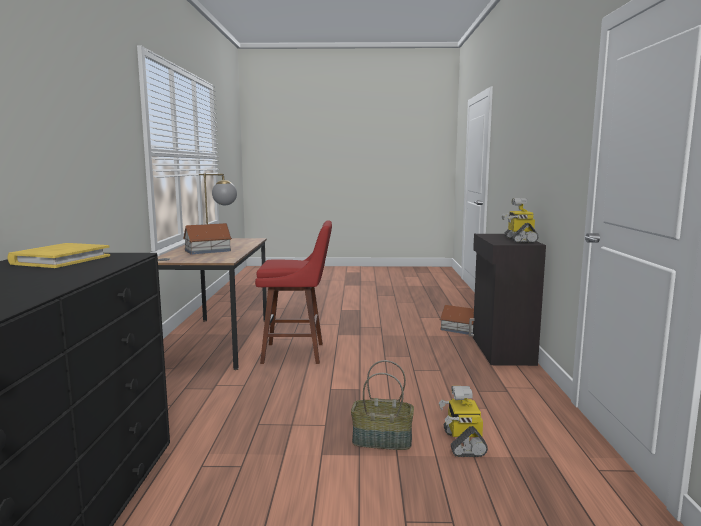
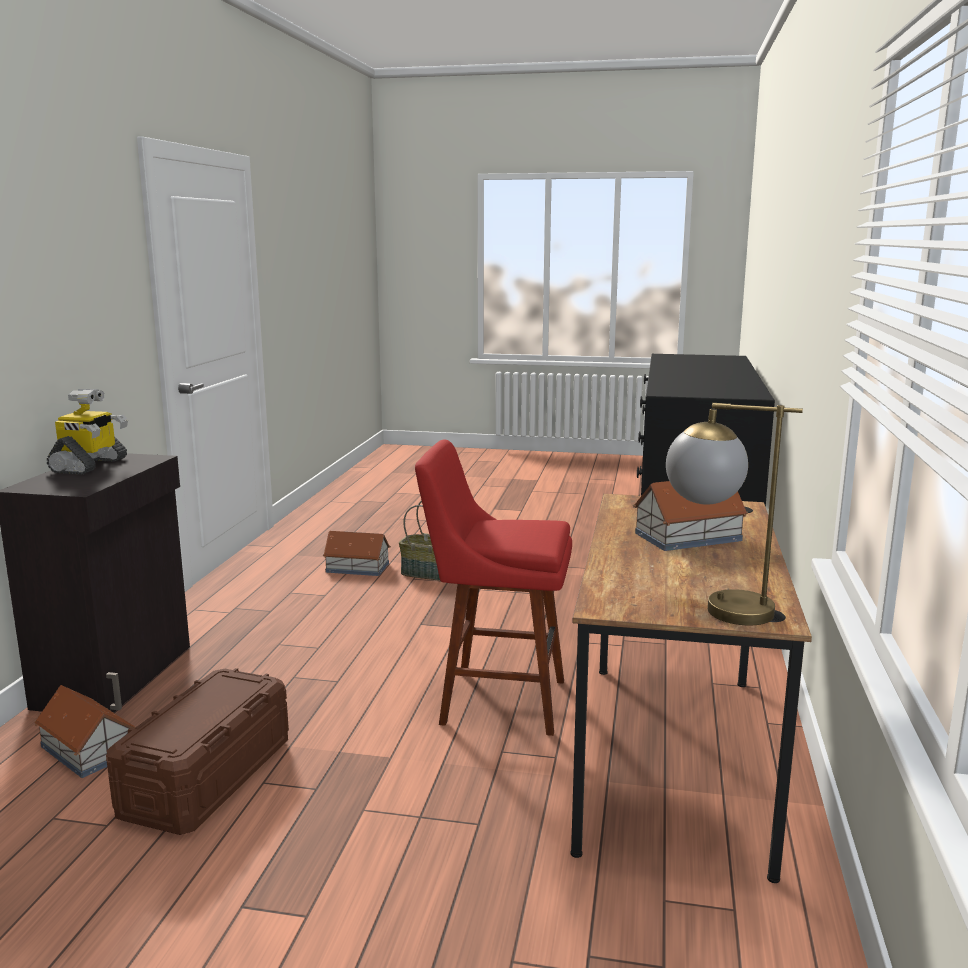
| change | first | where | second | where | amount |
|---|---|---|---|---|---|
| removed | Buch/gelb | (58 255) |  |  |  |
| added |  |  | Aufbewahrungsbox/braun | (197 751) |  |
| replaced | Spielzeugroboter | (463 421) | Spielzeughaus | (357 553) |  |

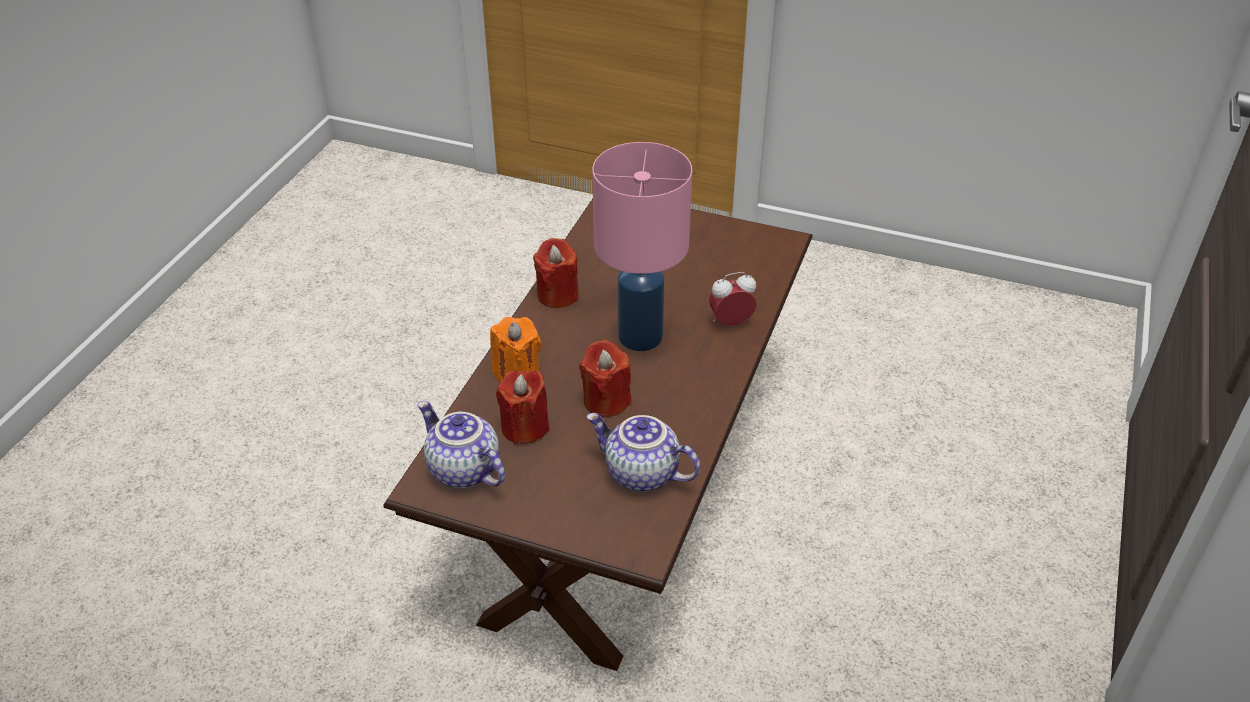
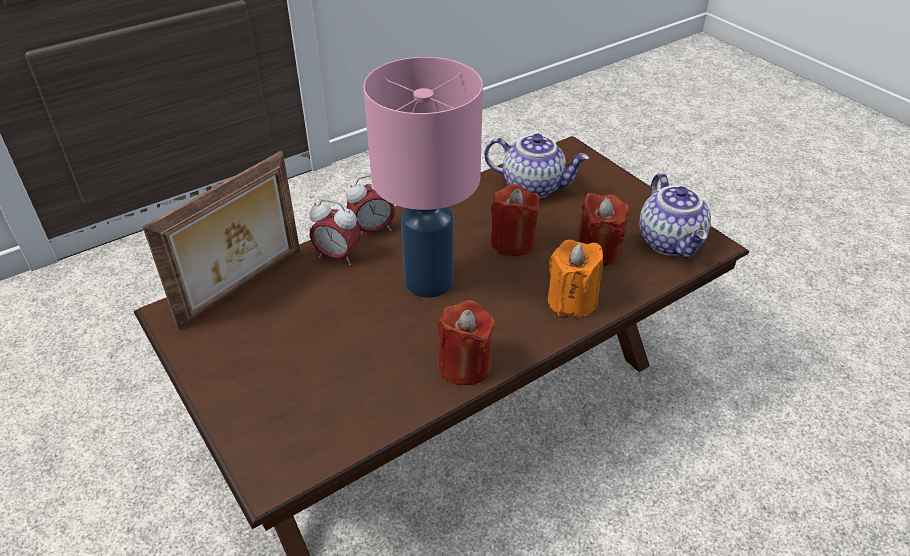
| change | first | where | second | where | amount |
|---|---|---|---|---|---|
| added |  |  | Bilderrahmen | (221 240) |  |
| added |  |  | Wecker | (370 206) |  |
| turned | Teekanne | (643 452) |  | (536 166) | 45 degrees counterclockwise |

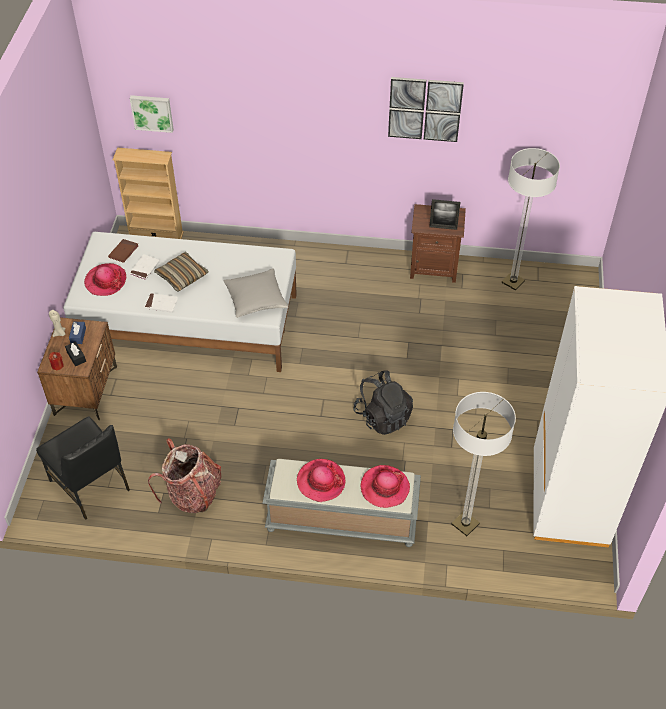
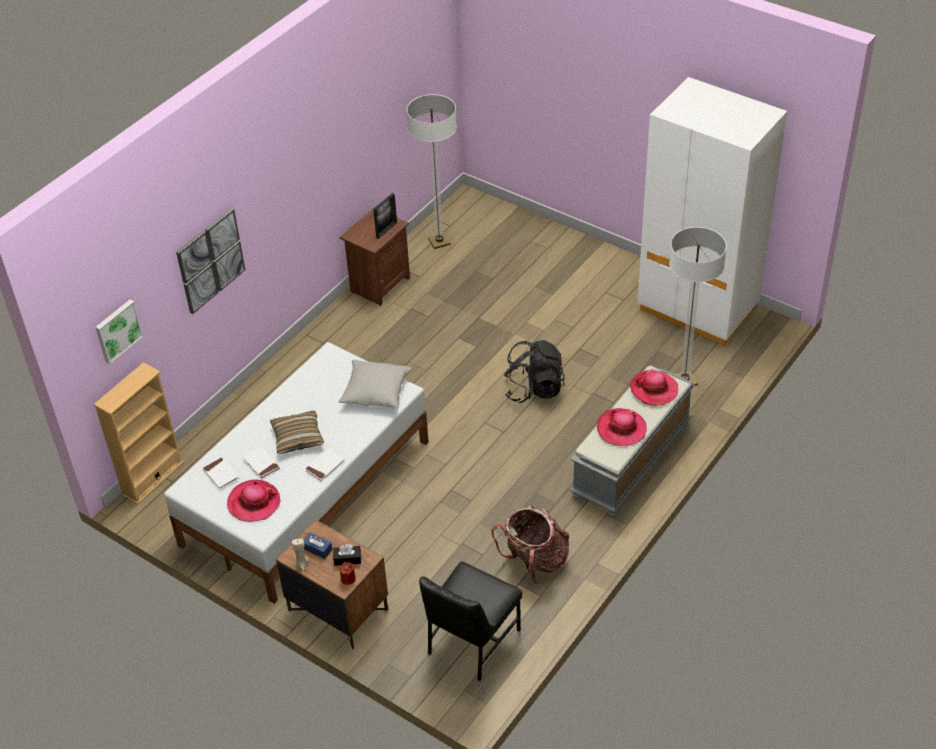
| change | first | where | second | where | amount |
|---|---|---|---|---|---|
| moved | Bild | (426 109) |  | (210 261) |  |
| recoloured | Buch/braun | (123 251) | Buch/weiß | (220 473) |  |
| turned | Stuhl/schwarz | (83 468) |  | (470 621) | 135 degrees clockwise |

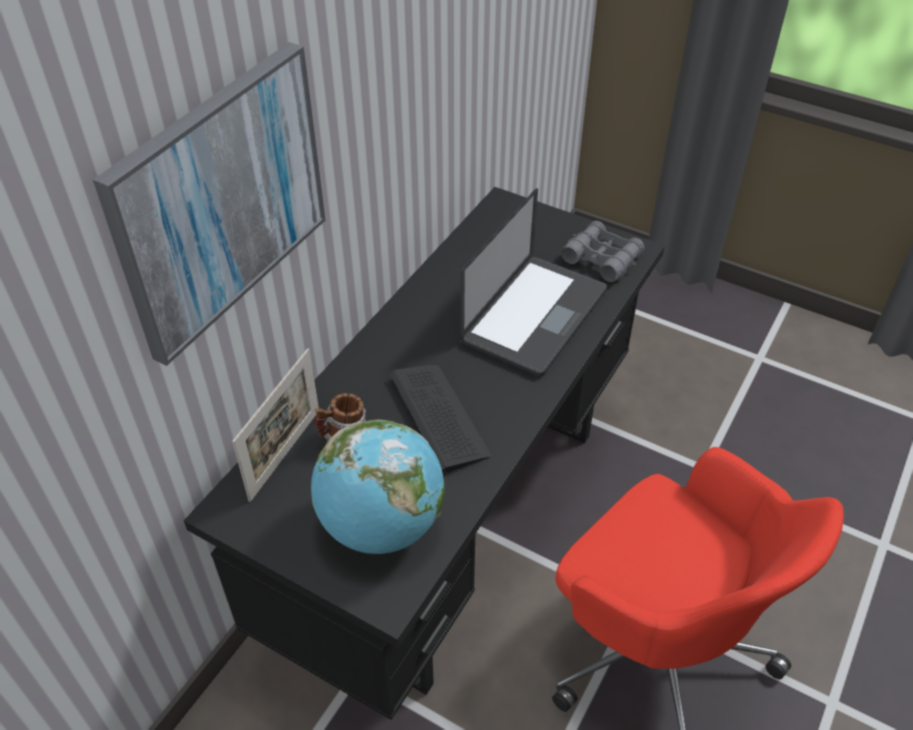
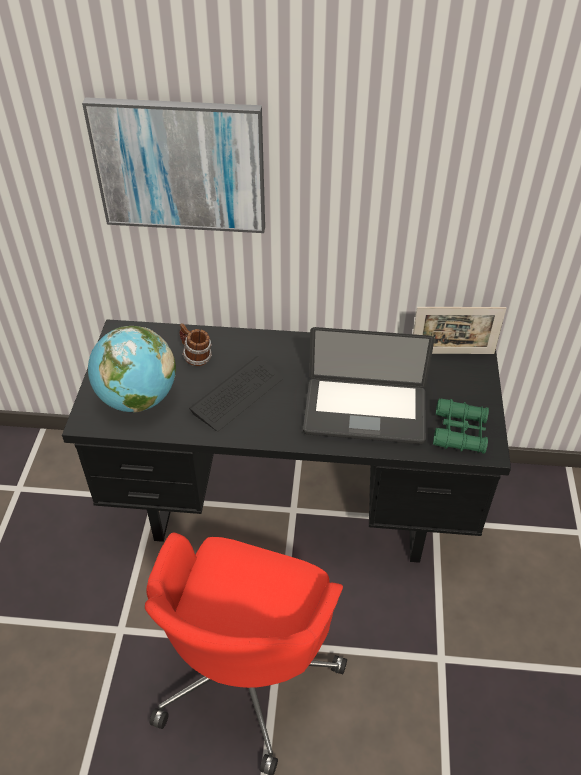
| change | first | where | second | where | amount |
|---|---|---|---|---|---|
| moved | Bilderrahmen | (275 425) |  | (460 330) |  |
| recoloured | Fernglas/grau | (603 251) | Fernglas/grün | (461 426) |  |

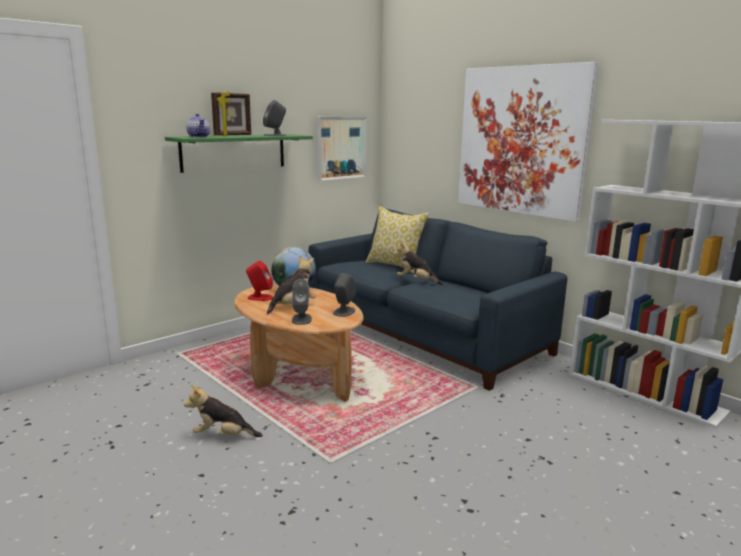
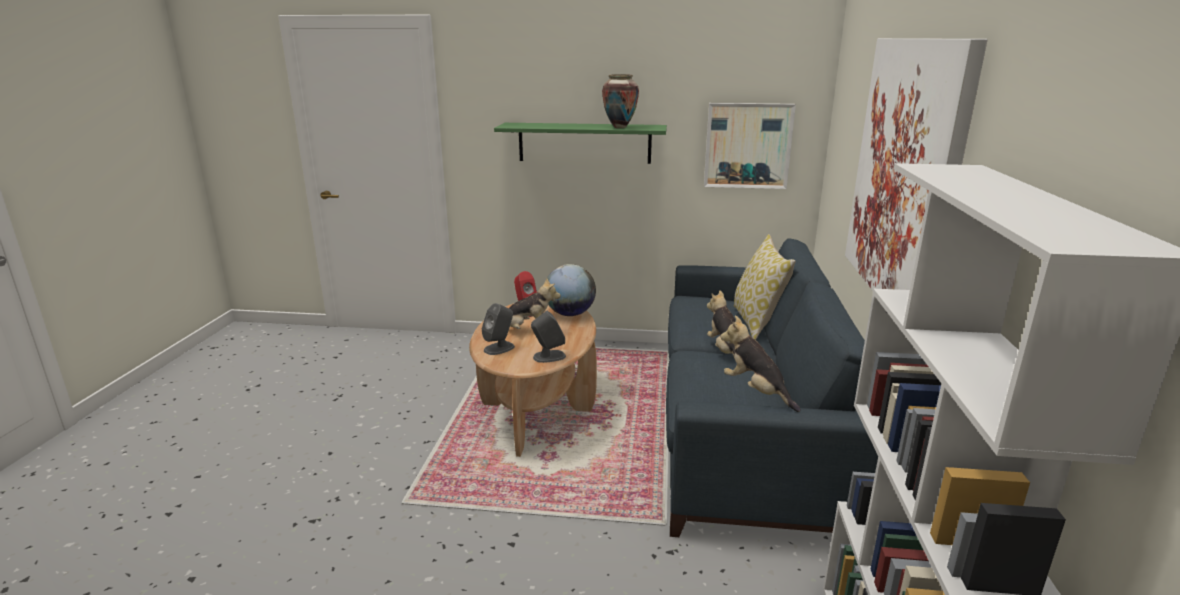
| change | first | where | second | where | amount |
|---|---|---|---|---|---|
| removed | Teekanne | (198 126) |  |  |  |
| removed | Bilderrahmen | (231 113) |  |  |  |
| moved | Plüschtier | (223 411) |  | (760 364) |  |
| replaced | Lautsprecher/grau | (274 118) | Vase | (620 101) |  |

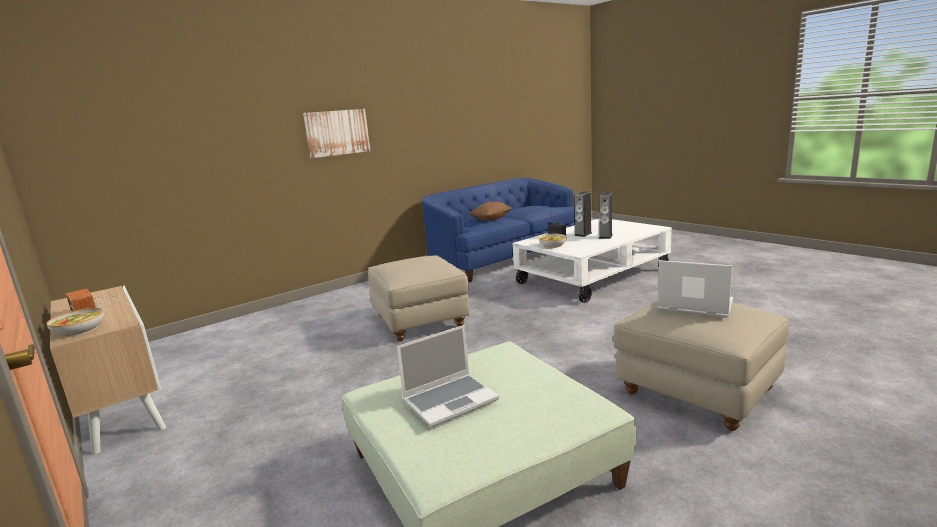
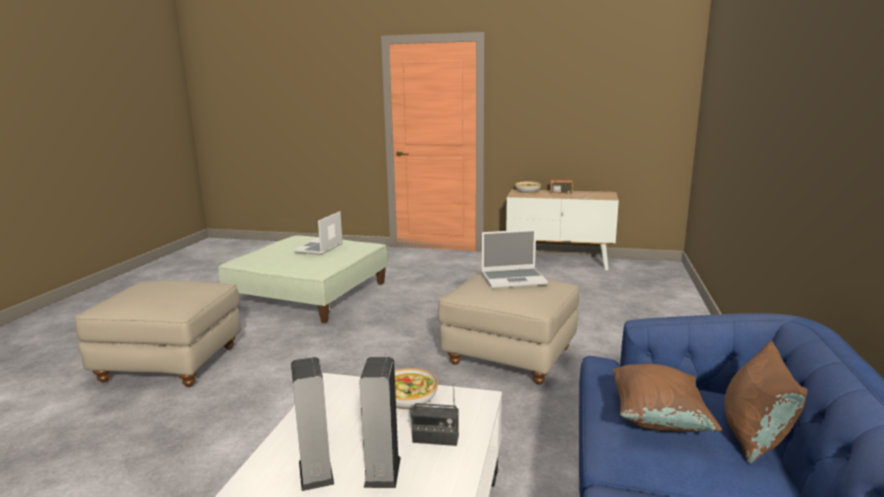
| change | first | where | second | where | amount |
|---|---|---|---|---|---|
| removed | Bild | (336 133) |  |  |  |
| added |  |  | Kissen/braun | (765 402) |  |
| moved | Laptop | (695 289) |  | (514 259) |  |

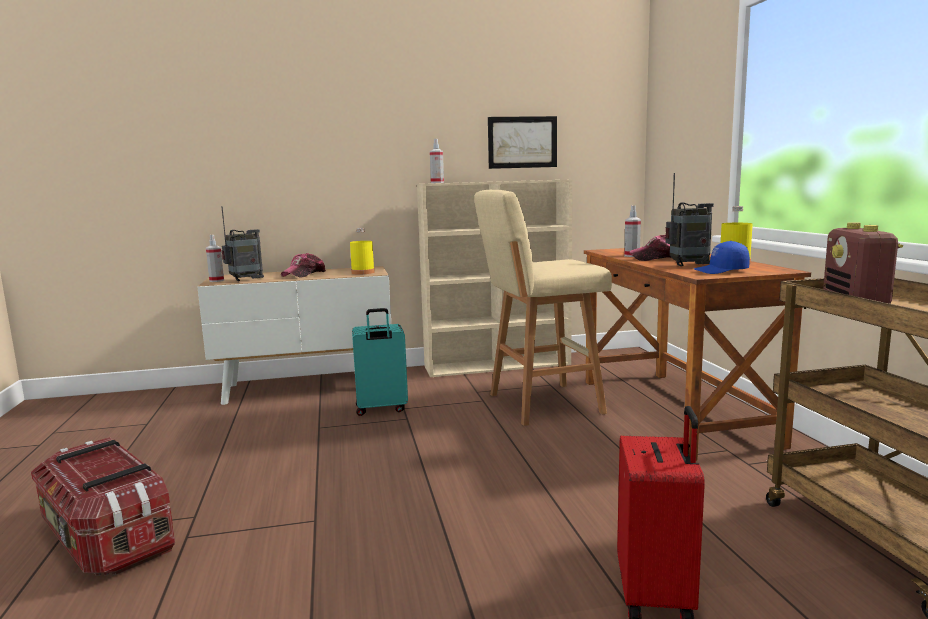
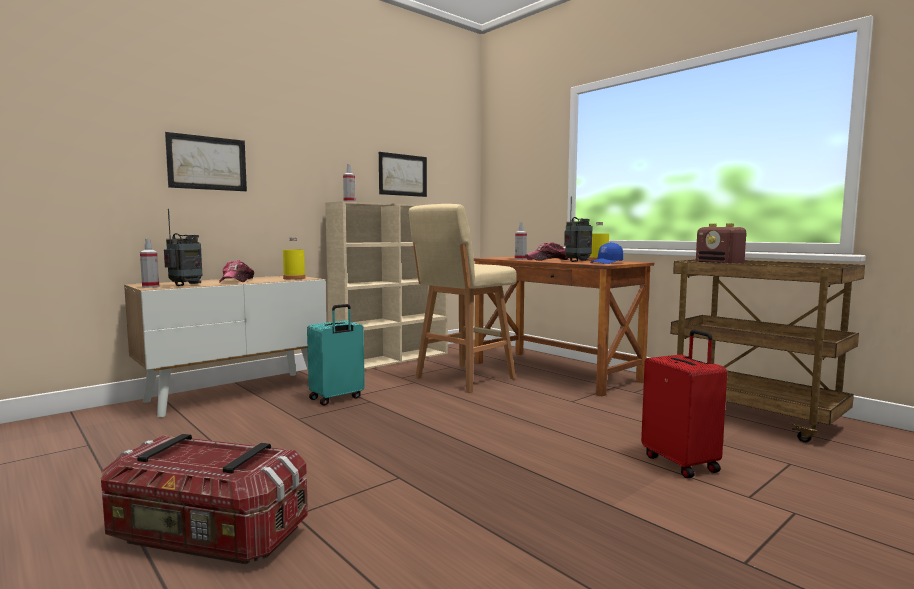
| change | first | where | second | where | amount |
|---|---|---|---|---|---|
| added |  |  | Bild | (206 161) |  |

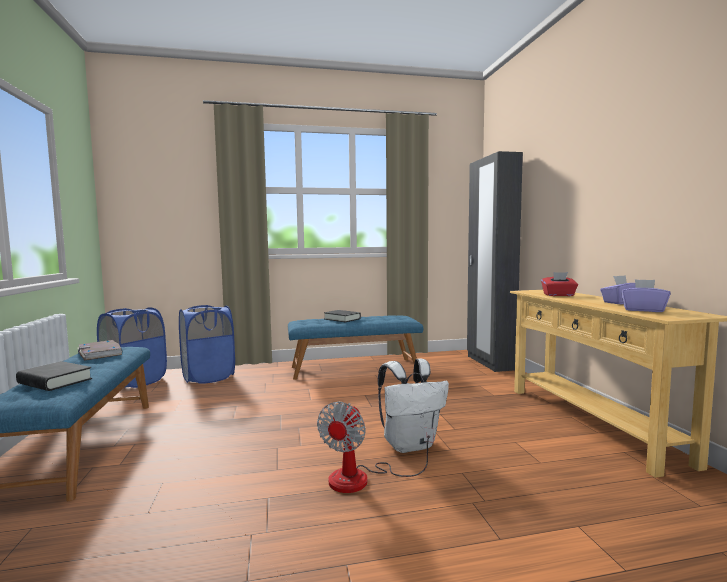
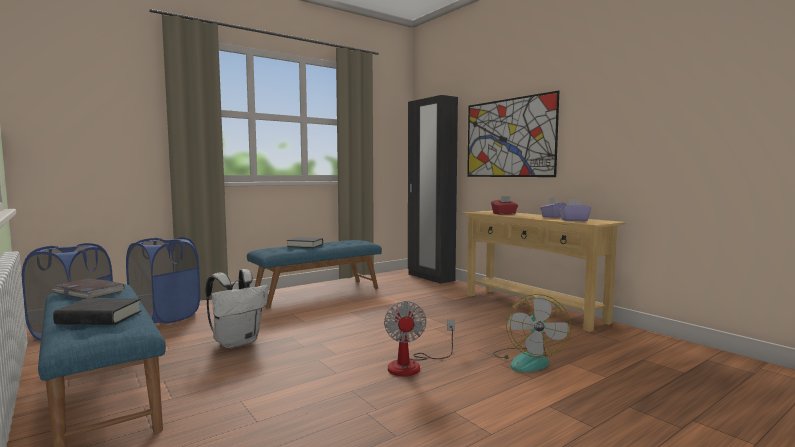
| change | first | where | second | where | amount |
|---|---|---|---|---|---|
| added |  |  | Bild | (513 133) |  |
| added |  |  | Ventilator | (532 333) |  |
| moved | Rucksack/weiß | (413 405) |  | (237 308) |  |

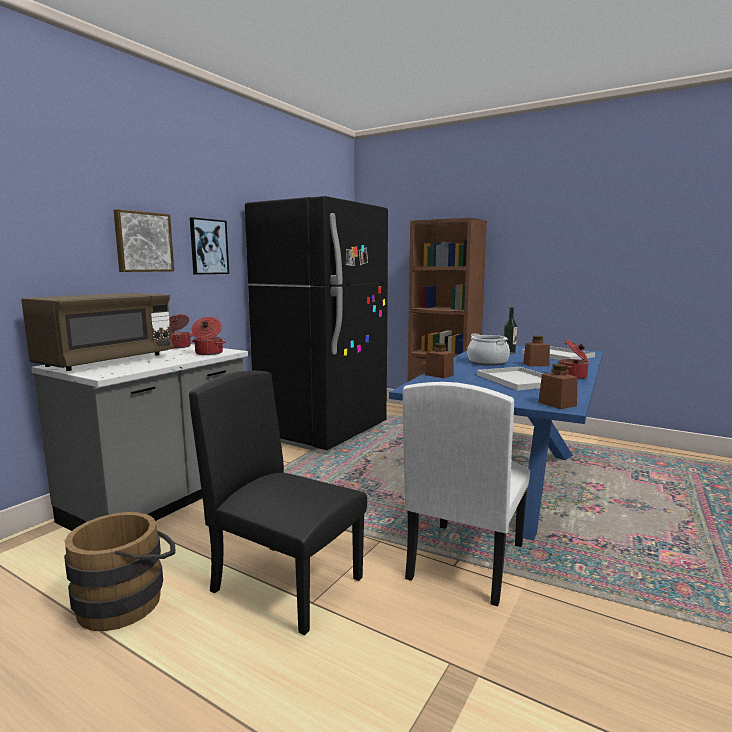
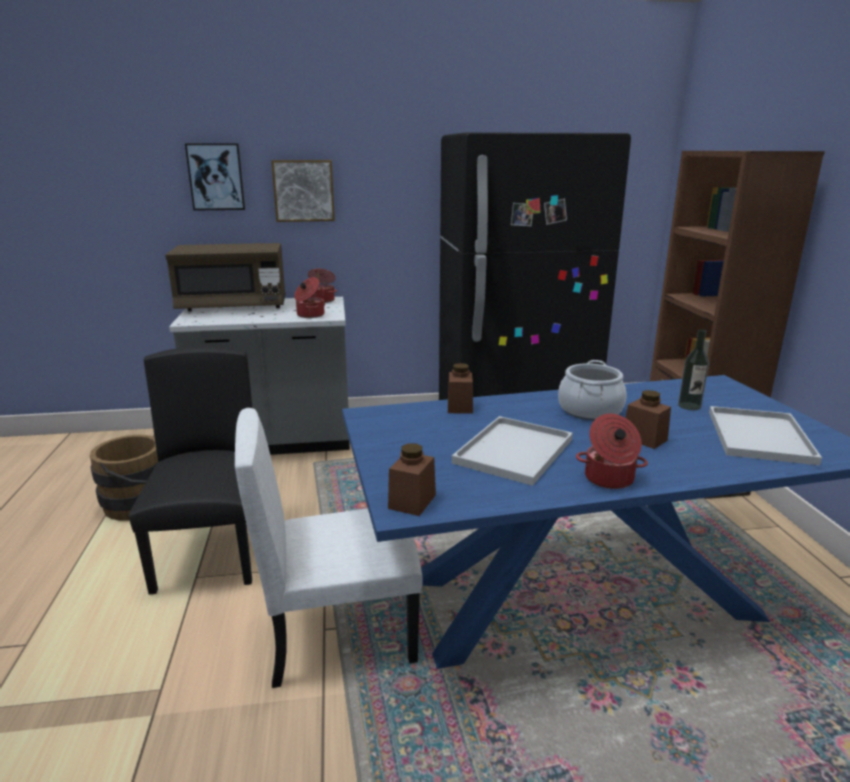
| change | first | where | second | where | amount |
|---|---|---|---|---|---|
| moved | Bild | (209 246) |  | (215 177) |  |

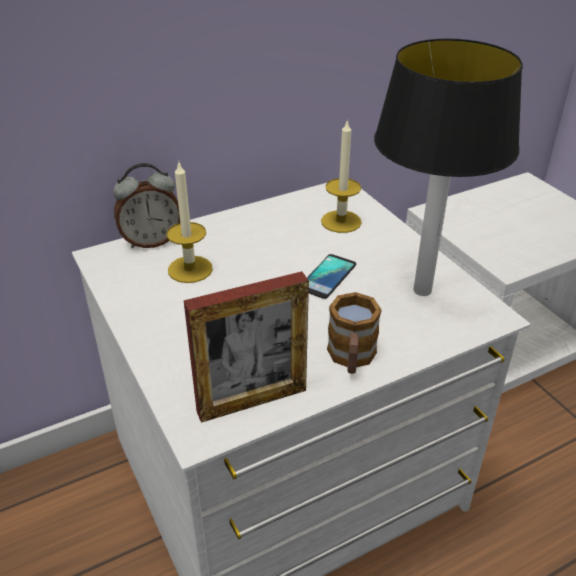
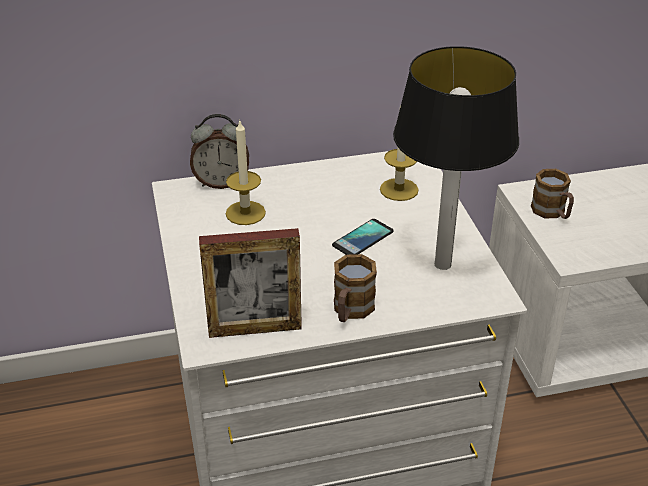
| change | first | where | second | where | amount |
|---|---|---|---|---|---|
| added |  |  | Henkelbecher | (552 194) |  |

